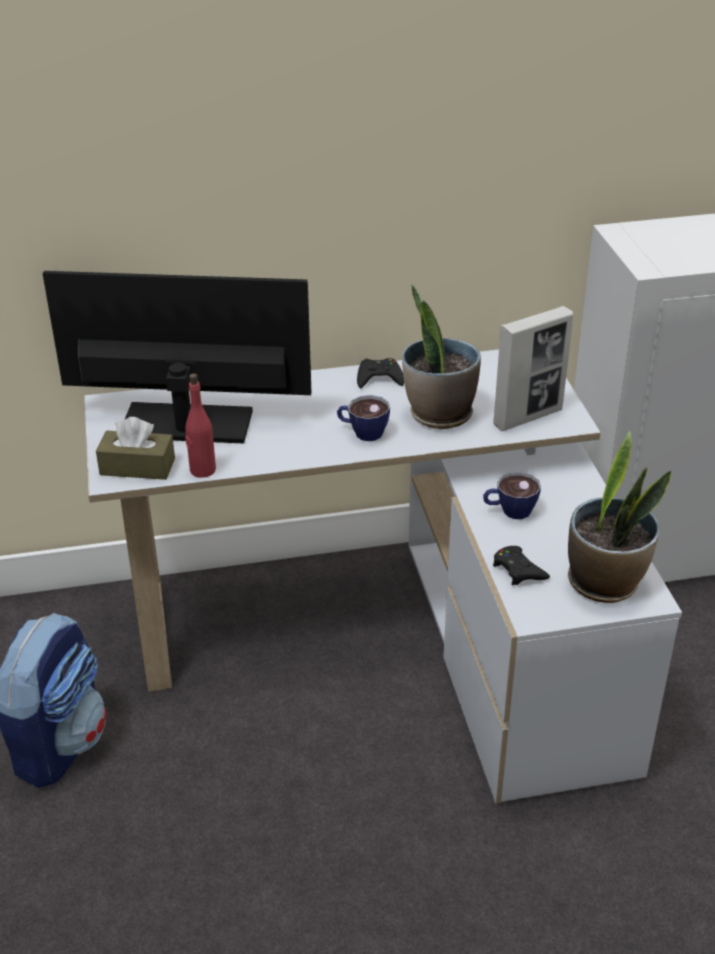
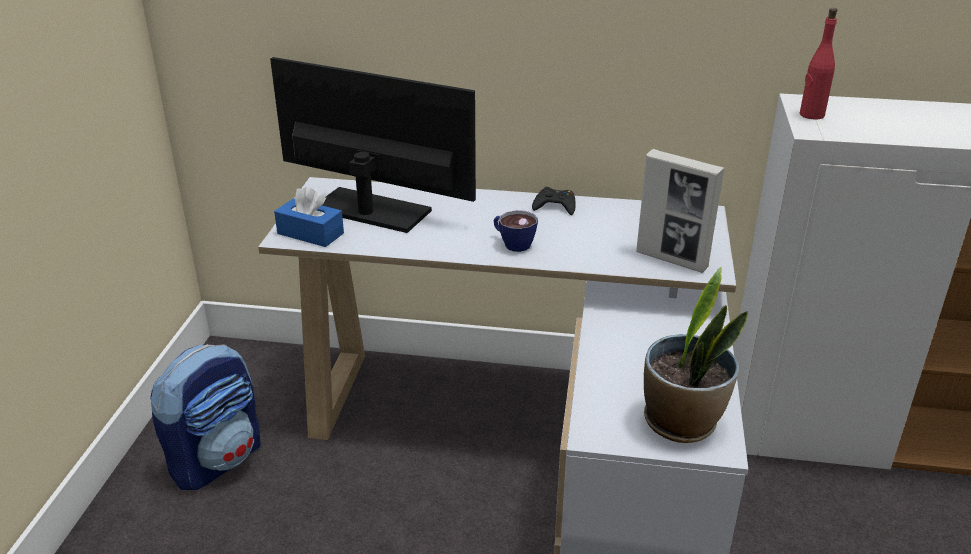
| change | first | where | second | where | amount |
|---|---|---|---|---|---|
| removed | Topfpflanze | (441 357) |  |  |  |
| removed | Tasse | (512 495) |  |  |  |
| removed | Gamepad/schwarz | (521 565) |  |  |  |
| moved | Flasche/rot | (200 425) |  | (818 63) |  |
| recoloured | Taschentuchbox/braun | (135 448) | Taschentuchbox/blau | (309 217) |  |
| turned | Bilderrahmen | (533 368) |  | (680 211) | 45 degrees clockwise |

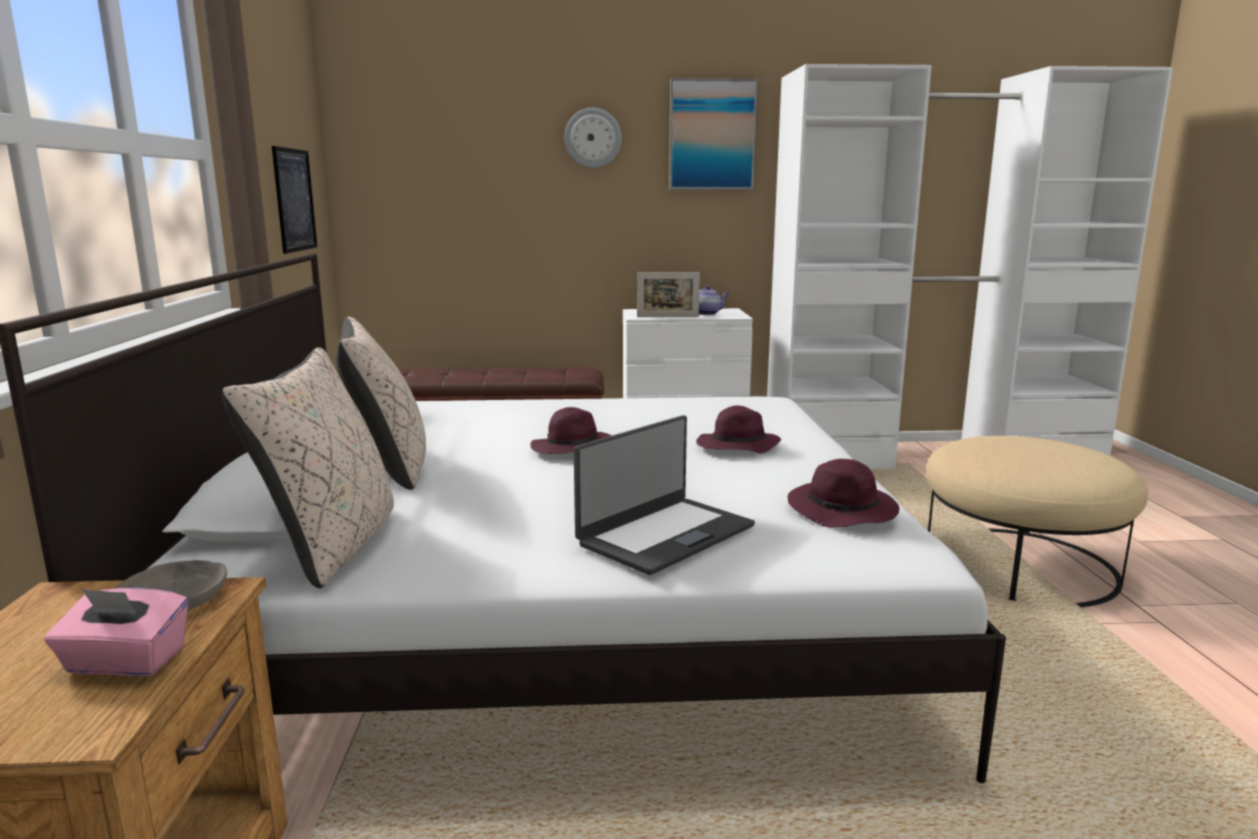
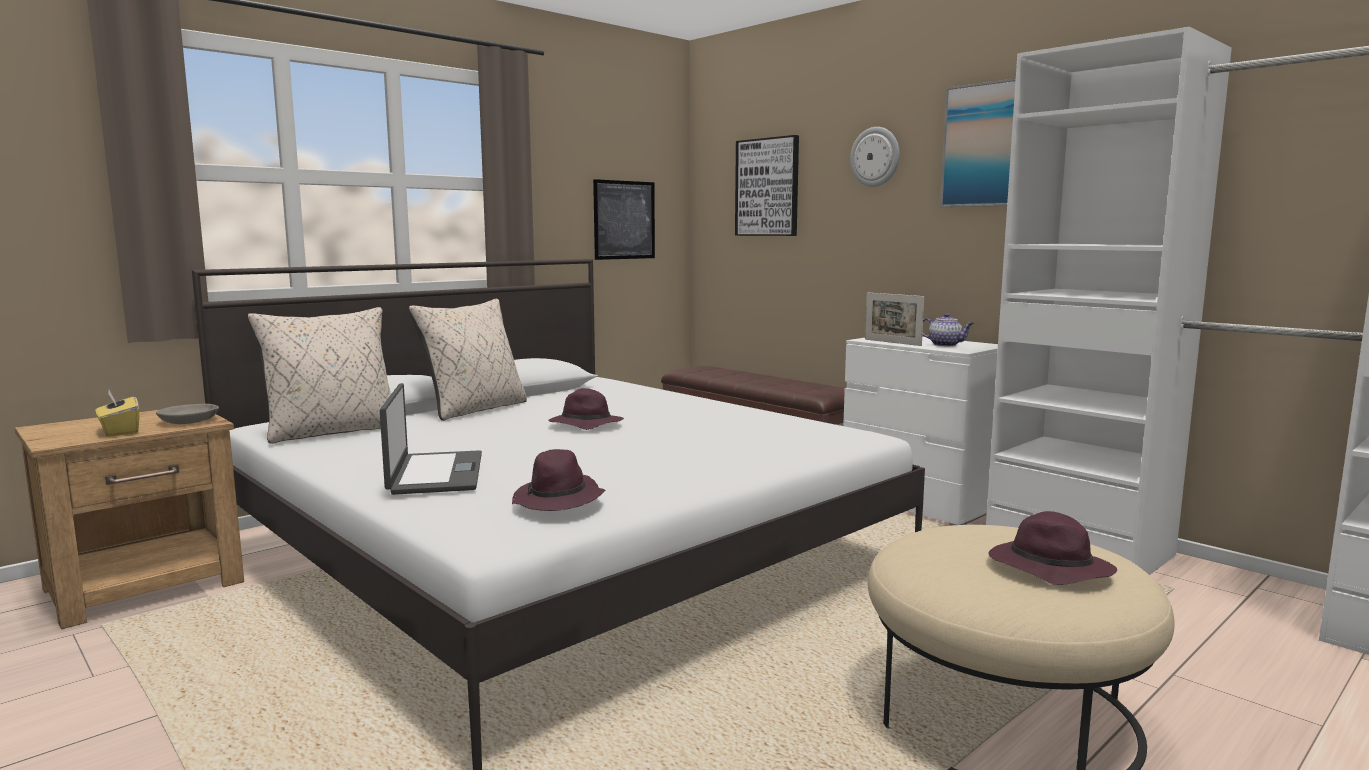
| change | first | where | second | where | amount |
|---|---|---|---|---|---|
| added |  |  | Bild | (767 185) |  |
| moved | Hut/lila | (738 430) |  | (1052 548) |  |
| recoloured | Taschentuchbox/rosa | (117 632) | Taschentuchbox/gelb | (117 413) |  |
| turned | Laptop | (664 495) |  | (431 439) | 105 degrees counterclockwise |

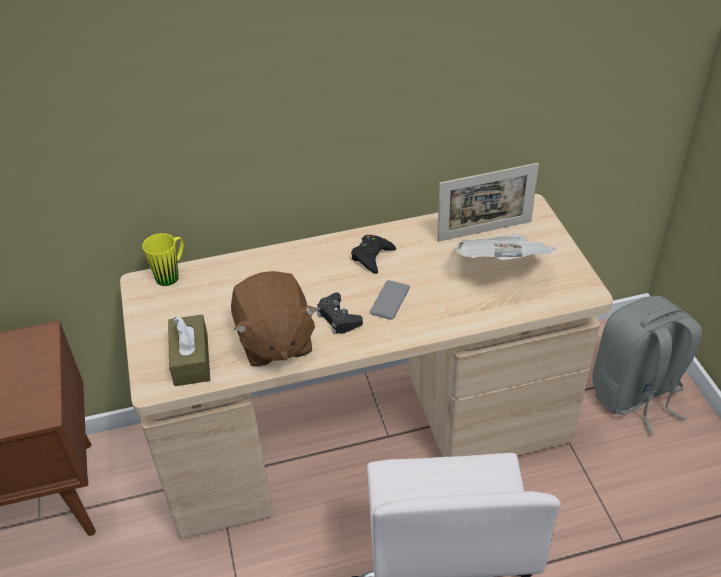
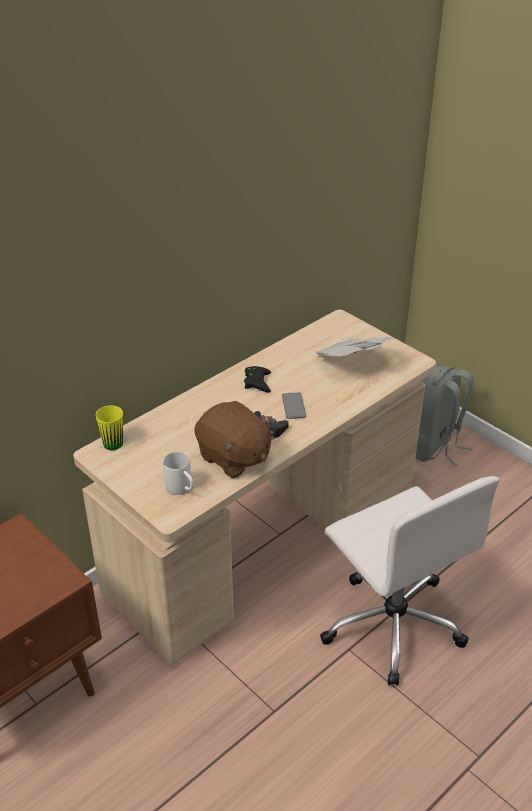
| change | first | where | second | where | amount |
|---|---|---|---|---|---|
| removed | Bilderrahmen | (488 202) |  |  |  |
| replaced | Taschentuchbox/braun | (189 350) | Henkelbecher/weiß | (178 473) |  |

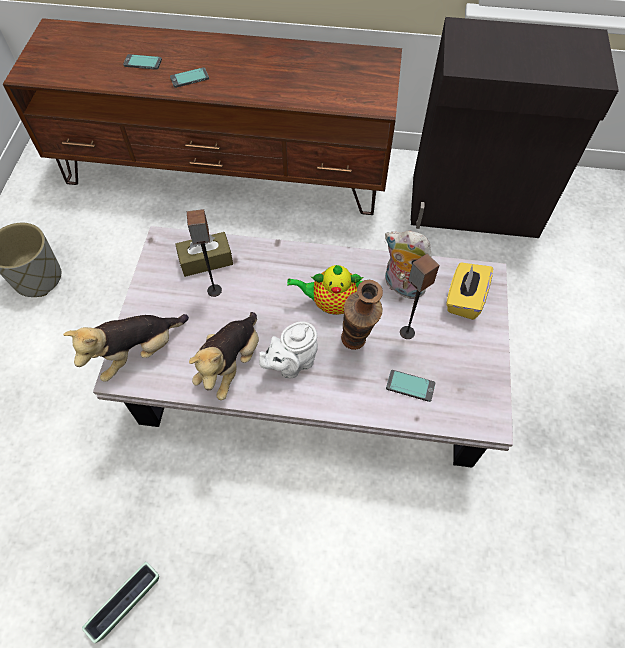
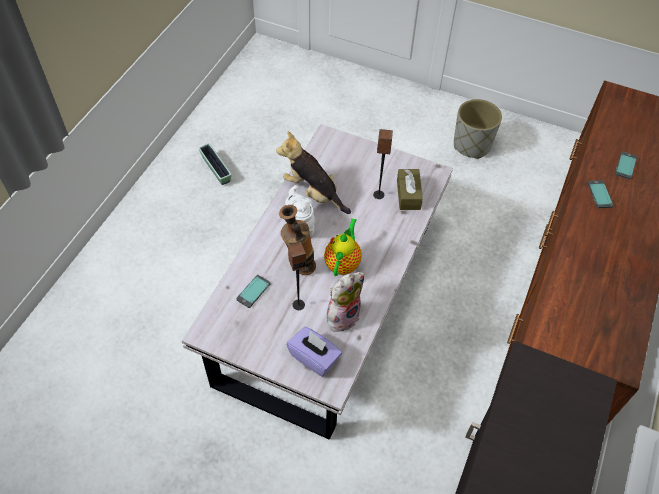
| change | first | where | second | where | amount |
|---|---|---|---|---|---|
| removed | Plüschtier | (126 347) |  |  |  |
| recoloured | Taschentuchbox/gelb | (469 291) | Taschentuchbox/lila | (314 352) |  |

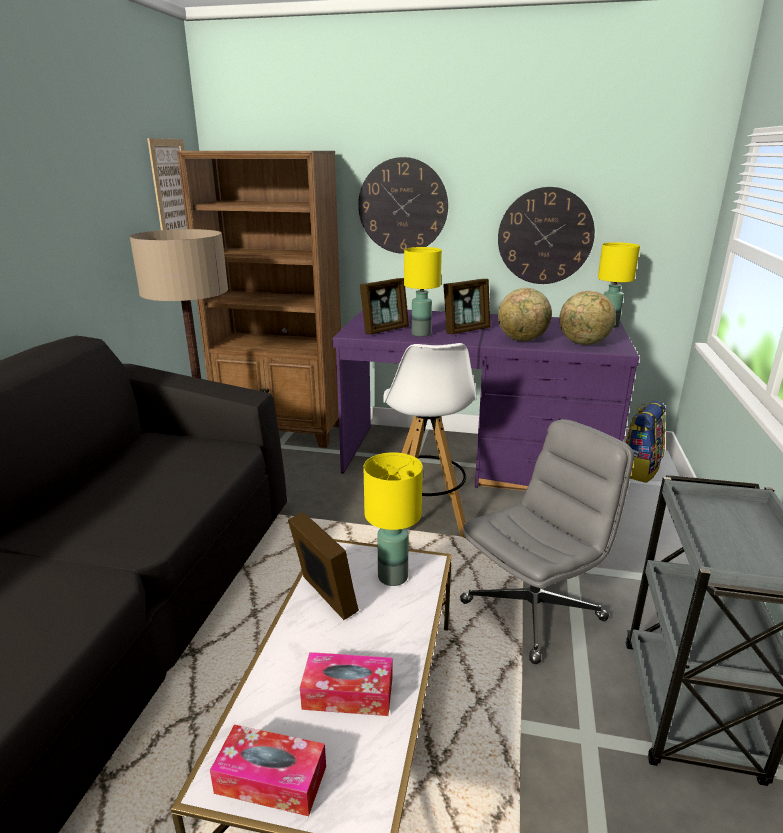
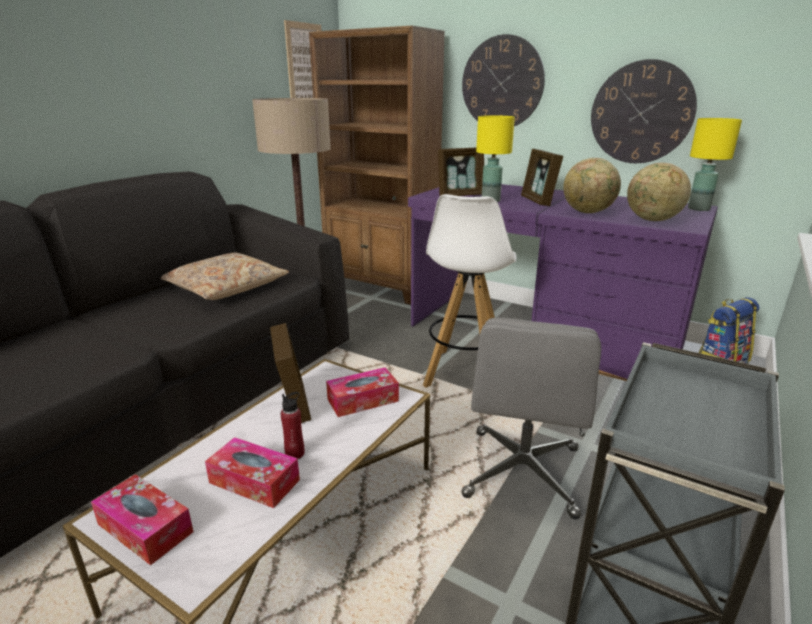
| change | first | where | second | where | amount |
|---|---|---|---|---|---|
| added |  |  | Kissen/beige | (225 276) |  |
| added |  |  | Flasche/rot | (292 425) |  |
| replaced | Tischlampe/gelb | (393 519) | Taschentuchbox | (362 392) |  |
| turned | Bilderrahmen | (467 306) |  | (542 177) | 90 degrees clockwise |
| turned | Bürostuhl/grau | (547 541) |  | (531 418) | 120 degrees clockwise |

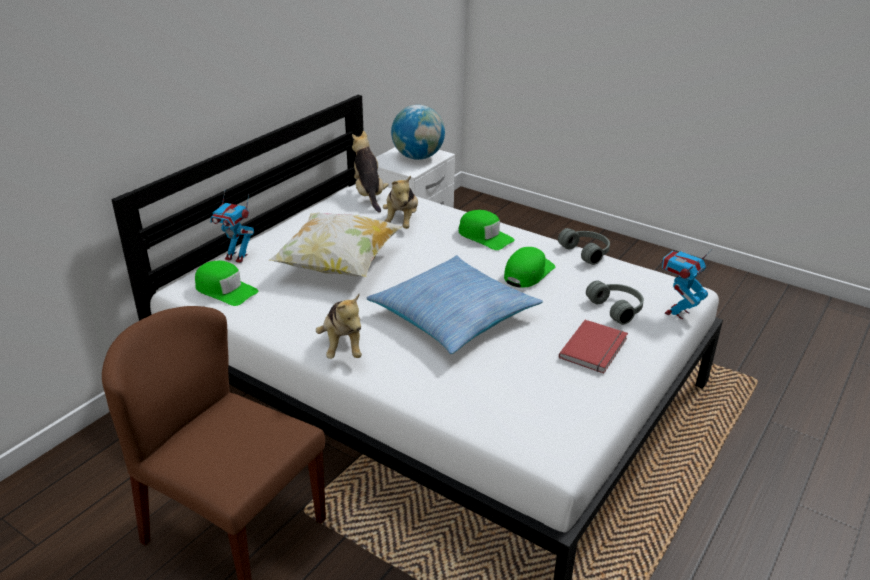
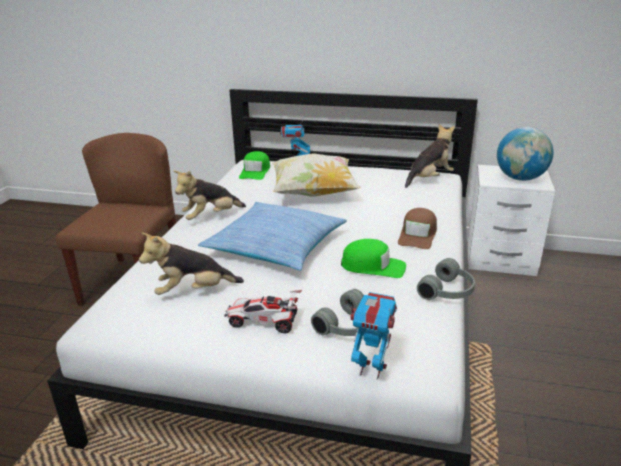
| change | first | where | second | where | amount |
|---|---|---|---|---|---|
| moved | Plüschtier | (400 202) |  | (191 264) |  |
| replaced | Buch/rot | (593 346) | Spielzeugauto | (263 311) |  |
| recoloured | Kappe/grün | (487 230) | Kappe/braun | (417 228) |  |

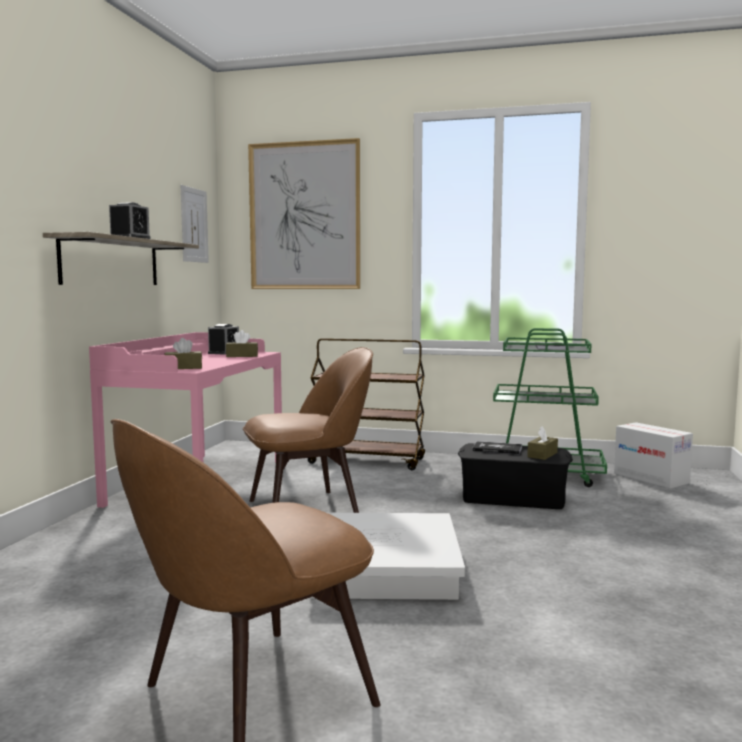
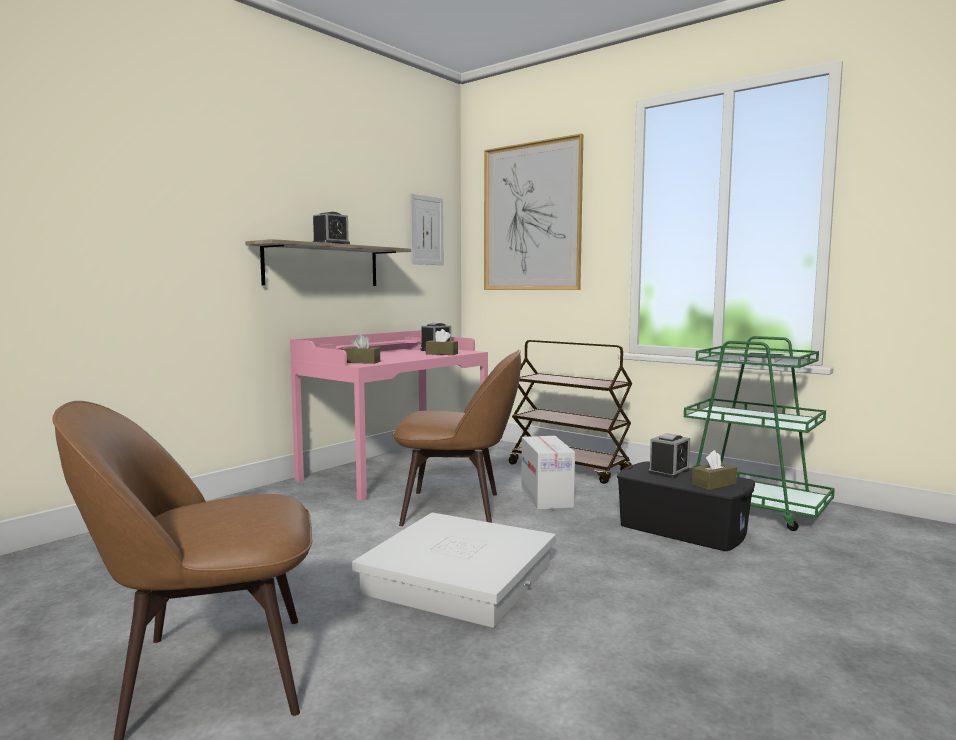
| change | first | where | second | where | amount |
|---|---|---|---|---|---|
| moved | Karton | (653 455) |  | (548 473) |  |
| replaced | Buch | (497 447) | Wecker | (669 455) |  |

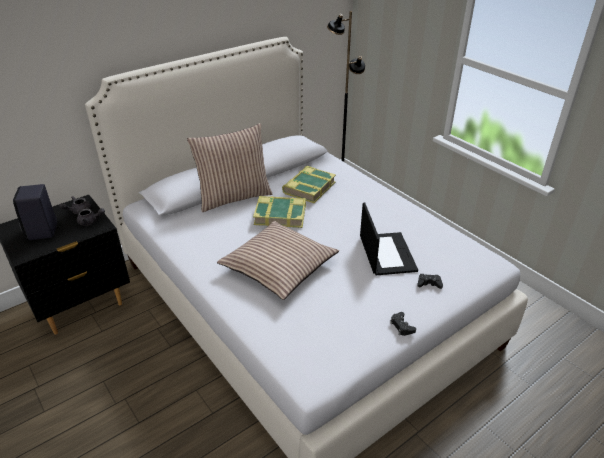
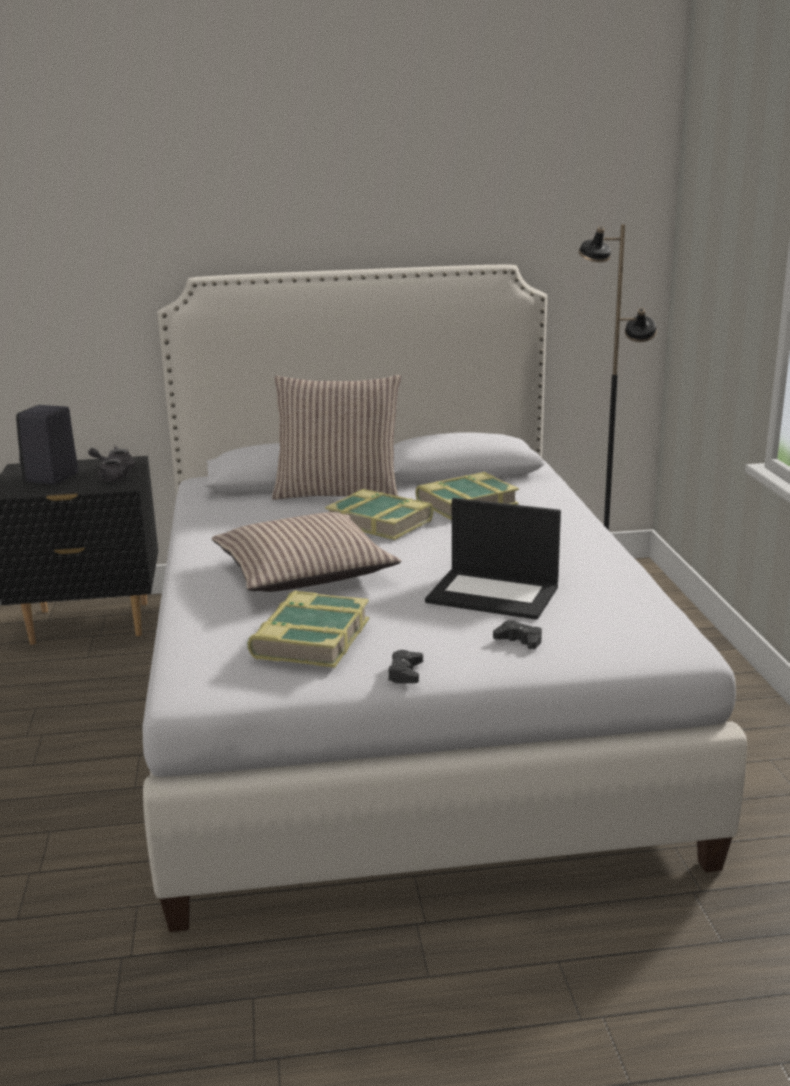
| change | first | where | second | where | amount |
|---|---|---|---|---|---|
| added |  |  | Buch | (308 629) |  |
| turned | Laptop | (389 239) |  | (493 559) | 90 degrees clockwise |

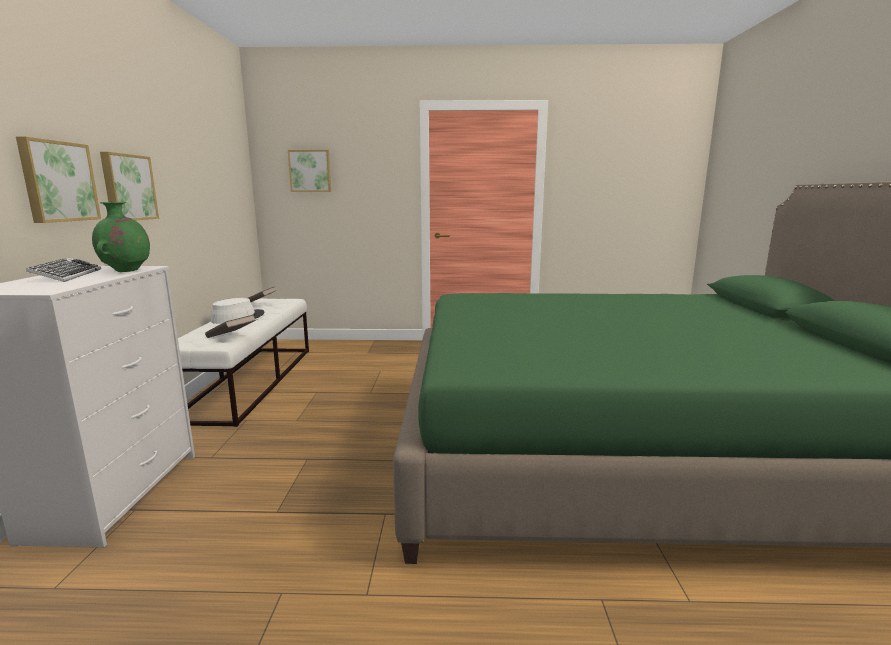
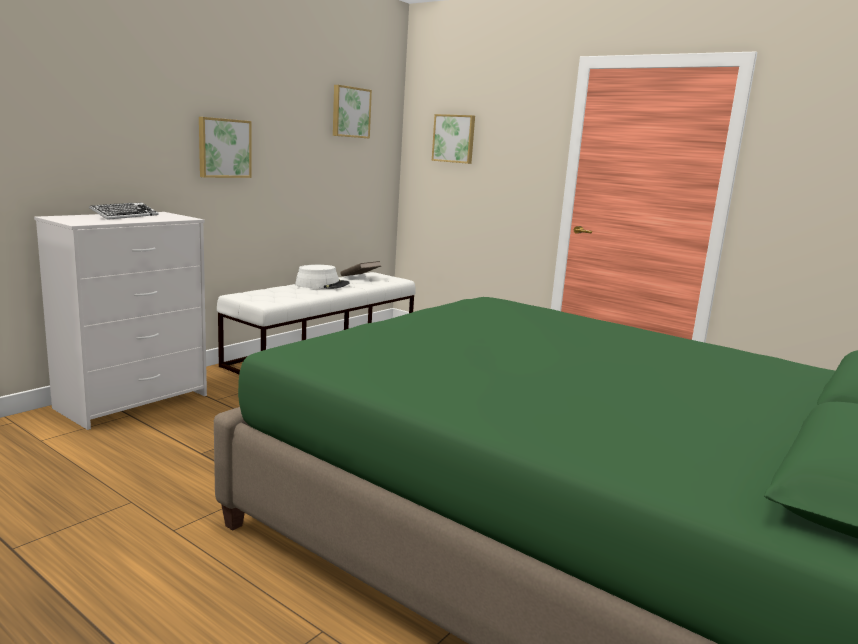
| change | first | where | second | where | amount |
|---|---|---|---|---|---|
| removed | Vase/grün | (121 237) |  |  |  |
| removed | Buch/braun | (230 326) |  |  |  |
| moved | Bild | (58 180) |  | (352 112) |  |

